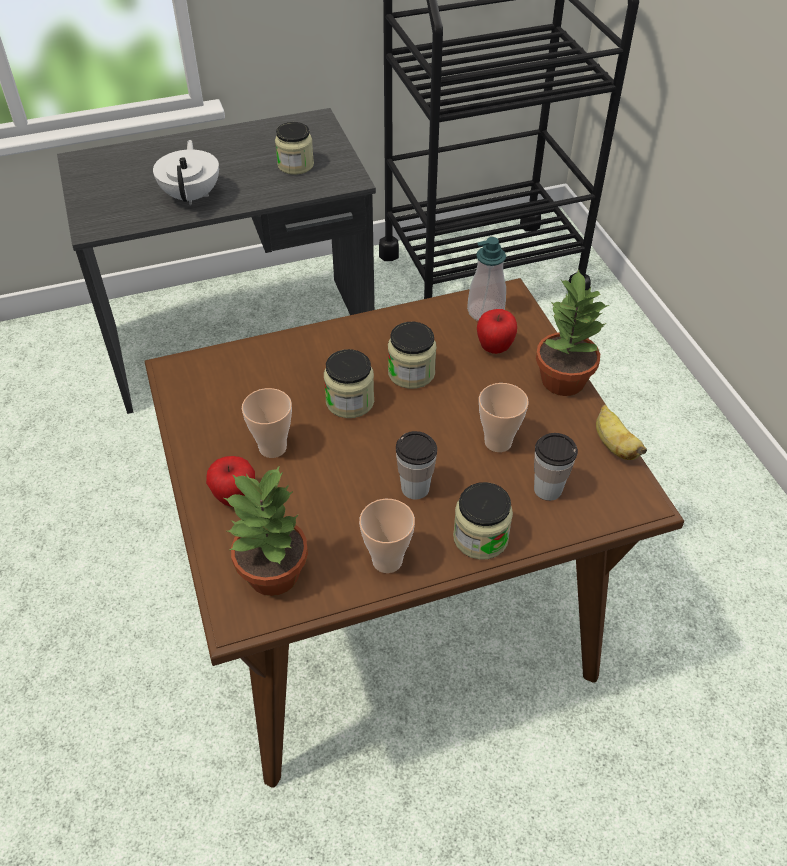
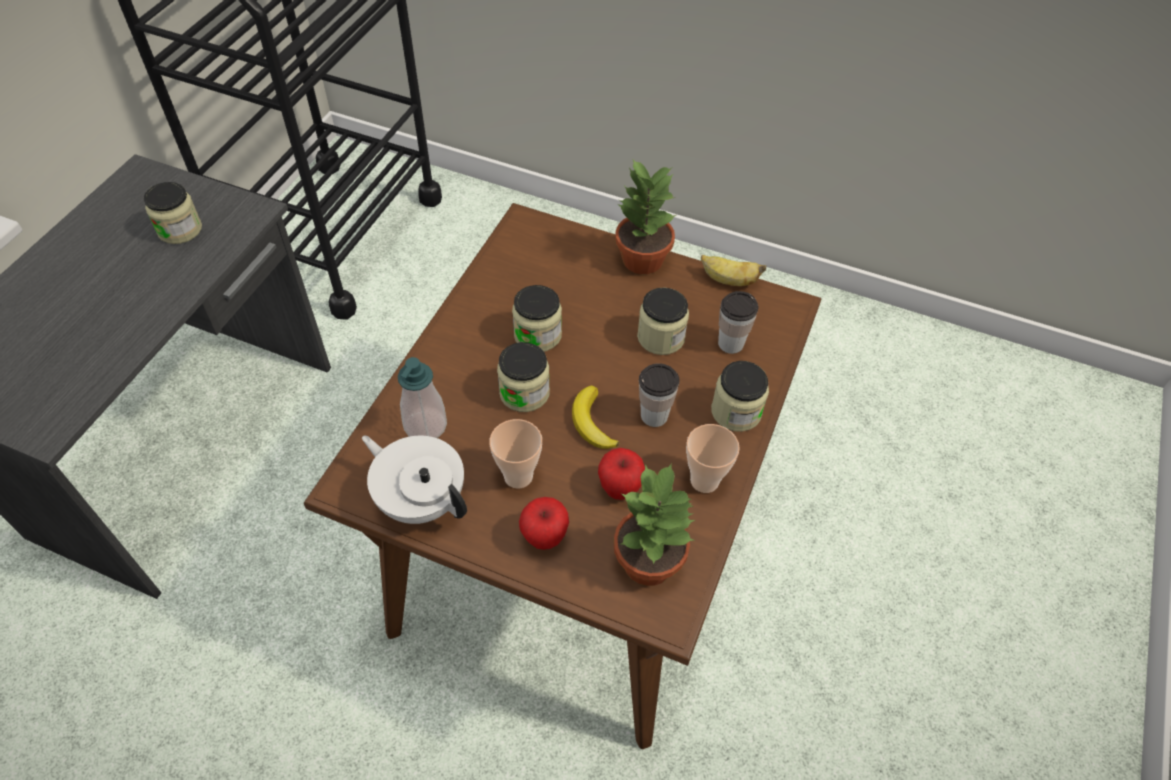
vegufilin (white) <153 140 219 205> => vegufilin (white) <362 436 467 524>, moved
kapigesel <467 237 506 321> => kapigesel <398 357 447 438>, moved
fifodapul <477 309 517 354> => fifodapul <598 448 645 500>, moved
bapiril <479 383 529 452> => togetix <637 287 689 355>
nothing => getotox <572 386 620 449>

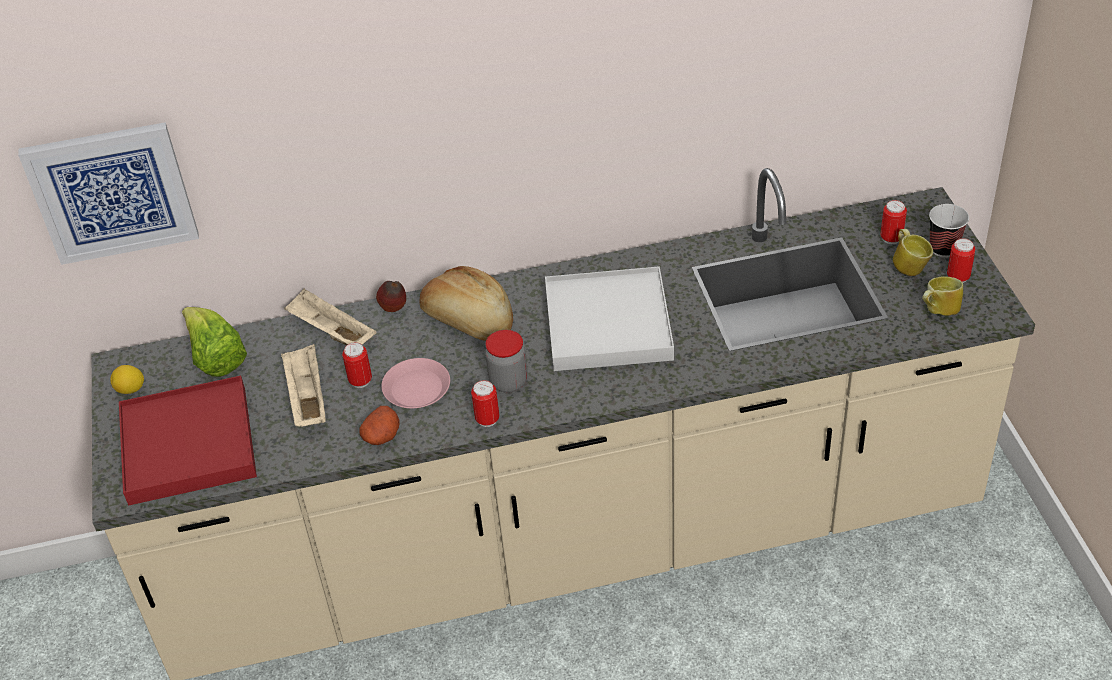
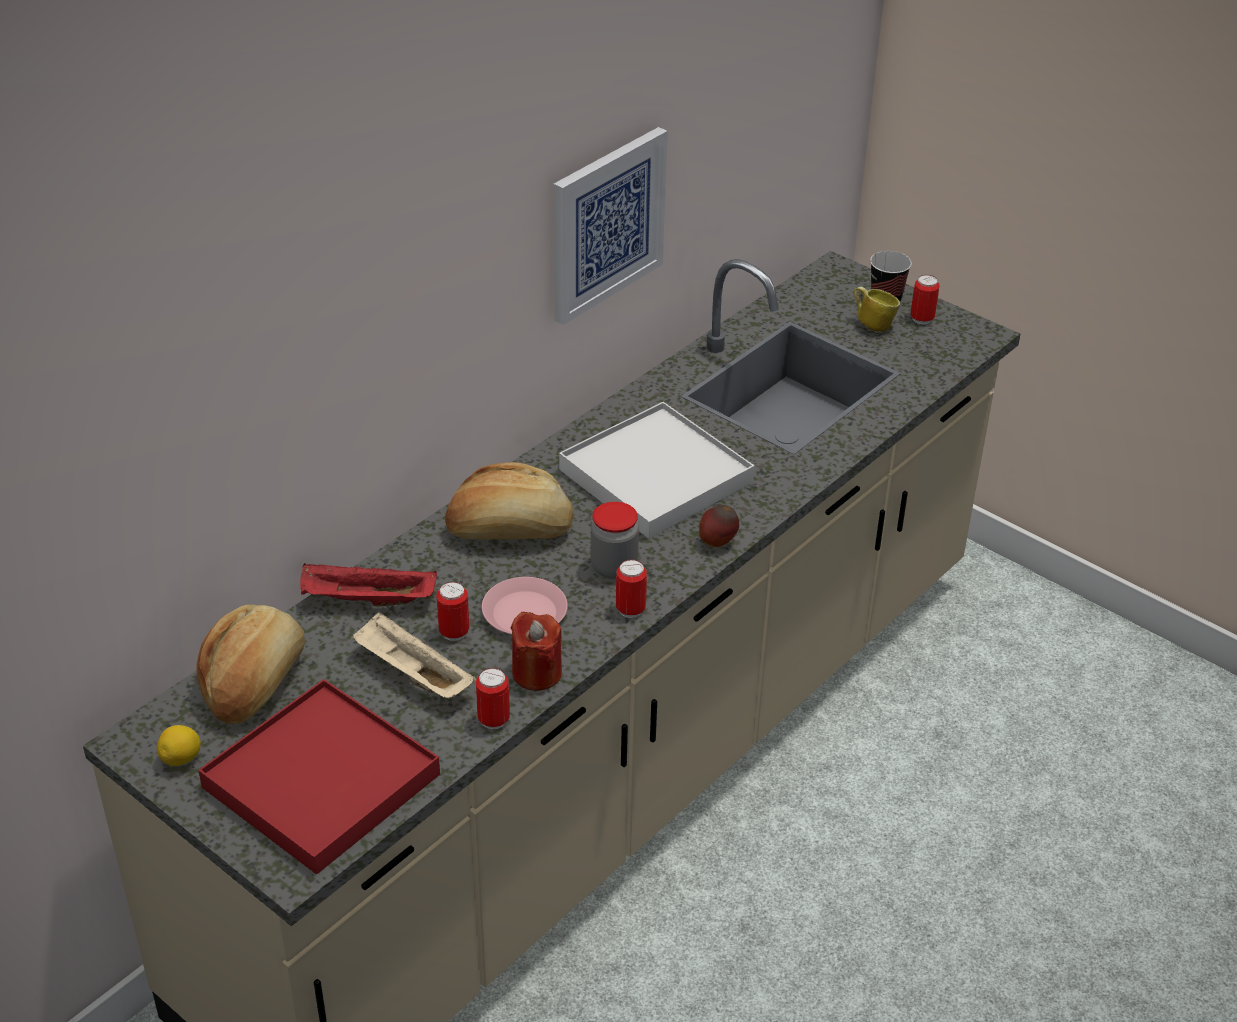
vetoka <18 122 199 265> => vetoka <553 127 668 325>, moved
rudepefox <182 307 247 377> => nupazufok <197 605 305 724>
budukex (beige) <284 288 377 345> => budukex (red) <300 563 437 606>
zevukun <360 406 400 445> => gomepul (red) <511 612 562 691>
fifodapul <376 281 406 312> => fifodapul <699 505 739 547>, moved
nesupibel <880 200 907 244> => nesupibel <476 668 510 729>, moved
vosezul <922 277 963 316> => nothing

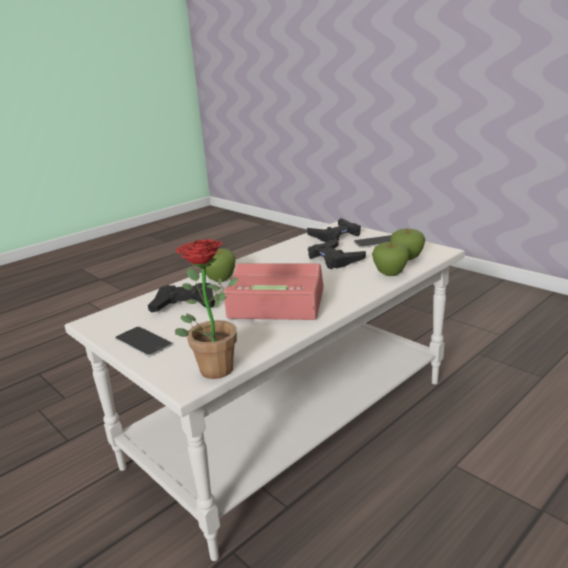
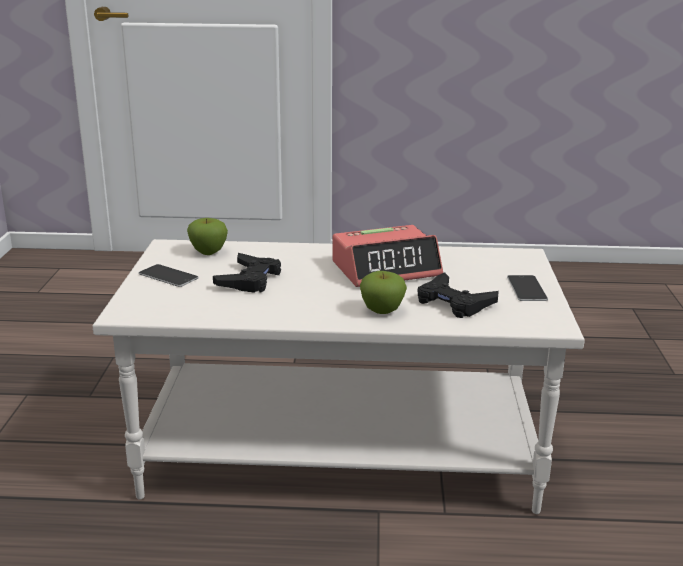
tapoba <175 239 239 379> => nothing
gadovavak <224 264 323 320> => gadovavak <332 225 443 287>, 75 degrees counterclockwise
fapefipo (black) <307 218 361 242> => nothing
fifodapul <372 242 409 276> => nothing

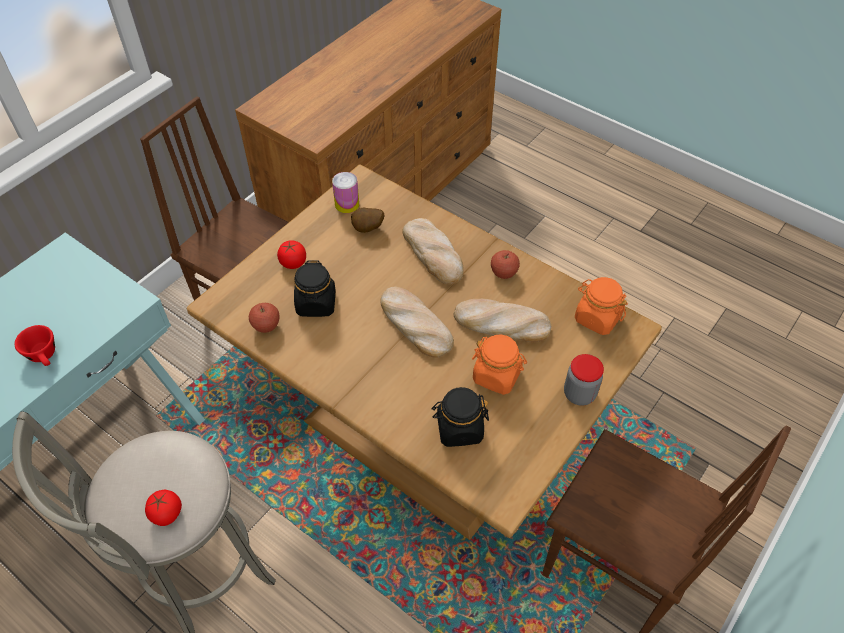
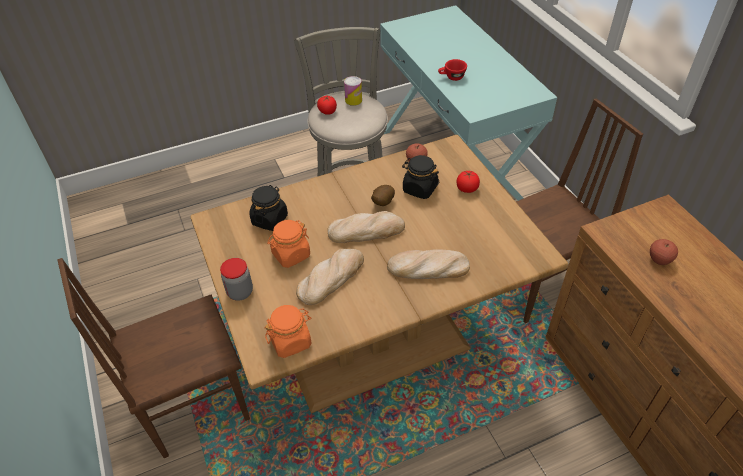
nesupibel <332 172 359 213> => nesupibel <344 76 362 106>, moved
zevukun <351 208 384 233> => zevukun <371 185 395 206>, moved
fifodapul <491 250 520 279> => fifodapul <650 239 678 265>, moved

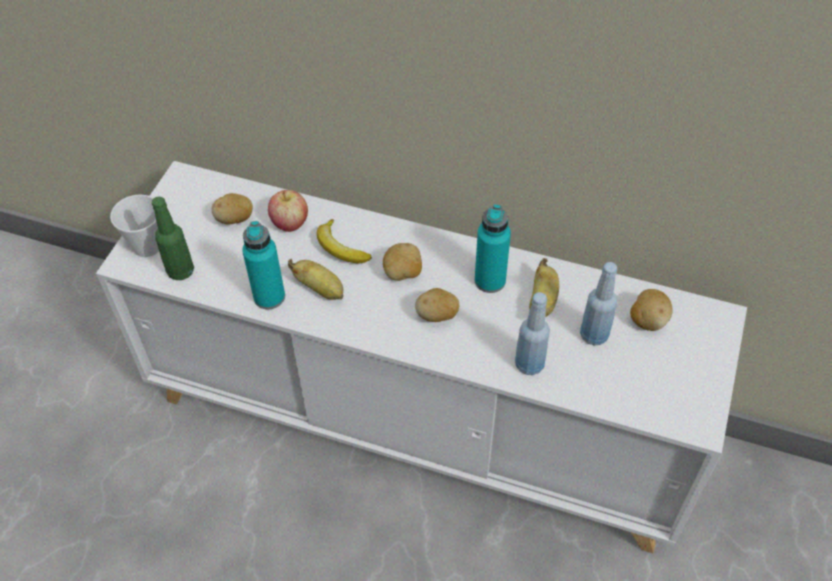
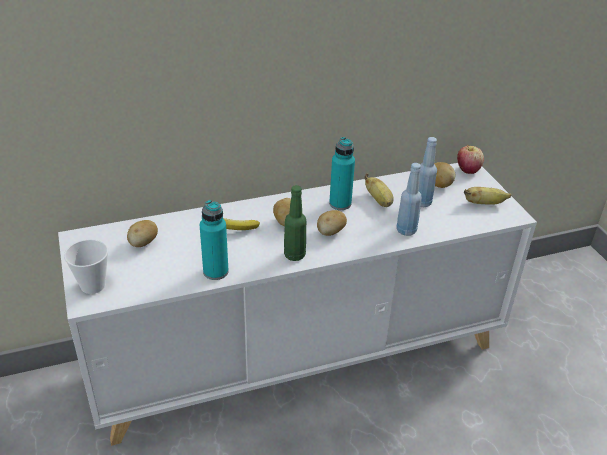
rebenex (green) <152 197 194 280> => rebenex (green) <284 185 307 261>, moved
fifodapul <268 190 308 232> => fifodapul <457 145 484 174>, moved
getotox <288 259 343 300> => getotox <464 187 511 205>, moved

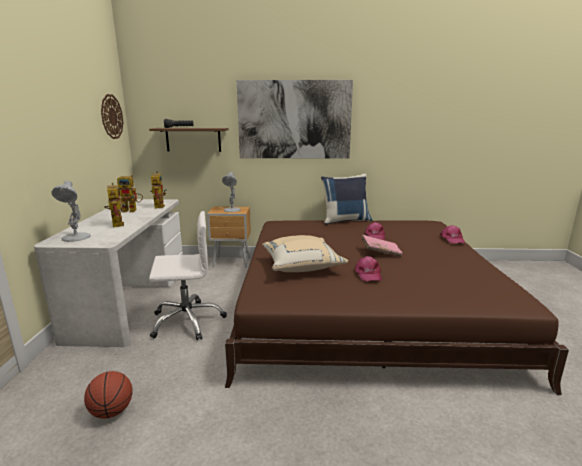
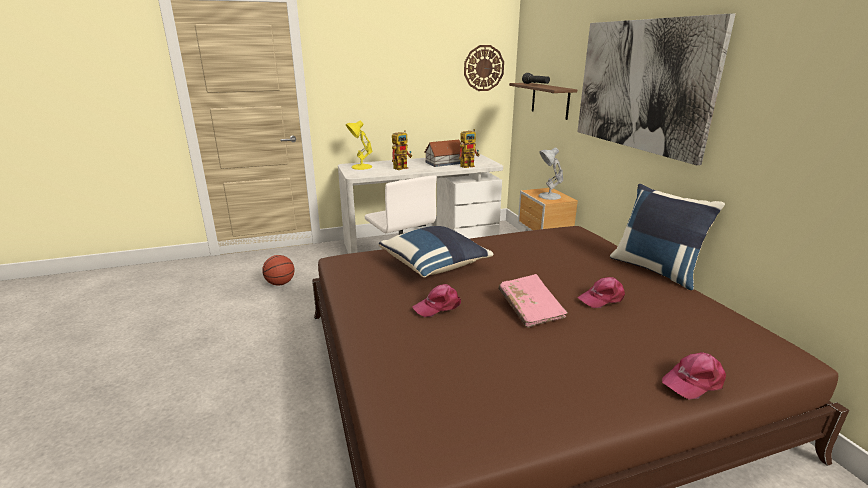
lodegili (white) <51 180 91 242> => lodegili (yellow) <346 121 372 170>
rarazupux <117 175 143 212> => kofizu <424 140 461 167>
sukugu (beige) <262 235 348 272> => sukugu (blue) <379 226 494 278>

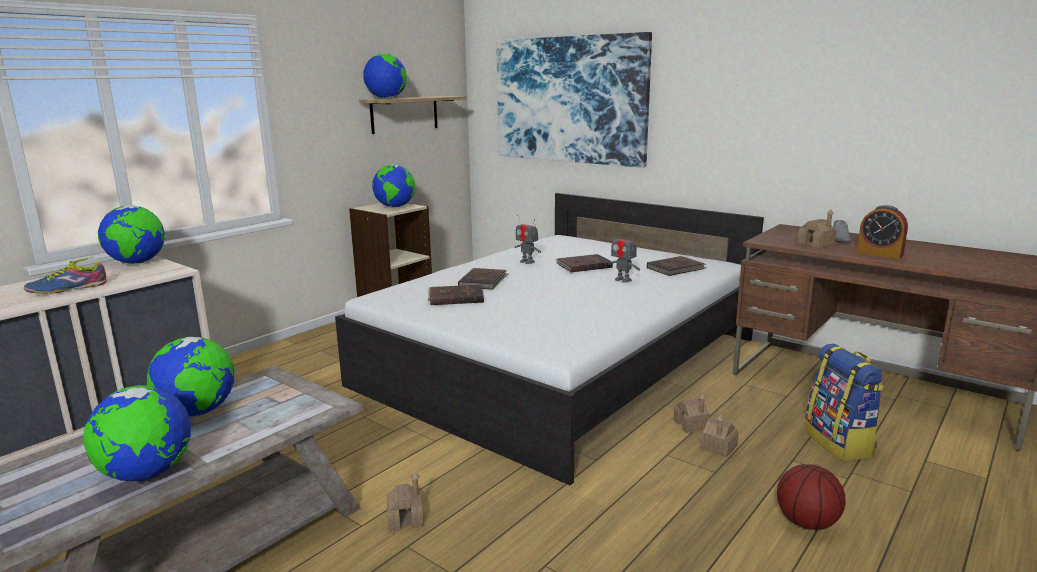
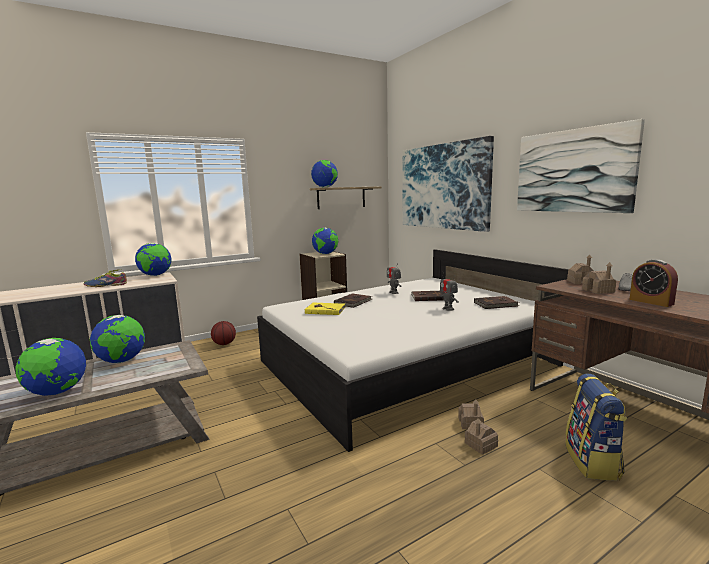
kofizu <386 472 423 532> => kofizu <567 254 594 284>, moved
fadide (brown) <428 285 484 305> => fadide (yellow) <305 303 346 315>
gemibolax <777 464 846 530> => gemibolax <211 321 236 345>, moved
nothing => vetoka <517 119 645 213>

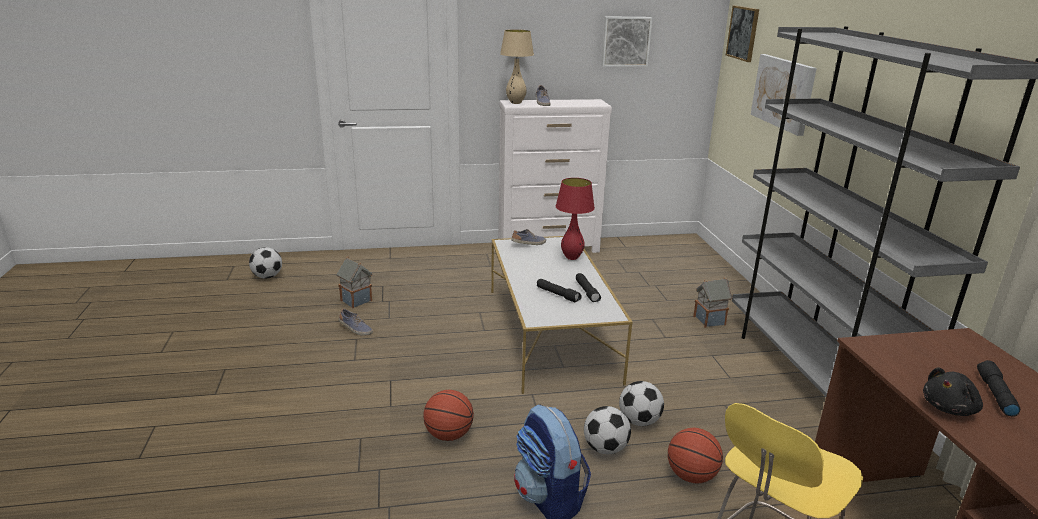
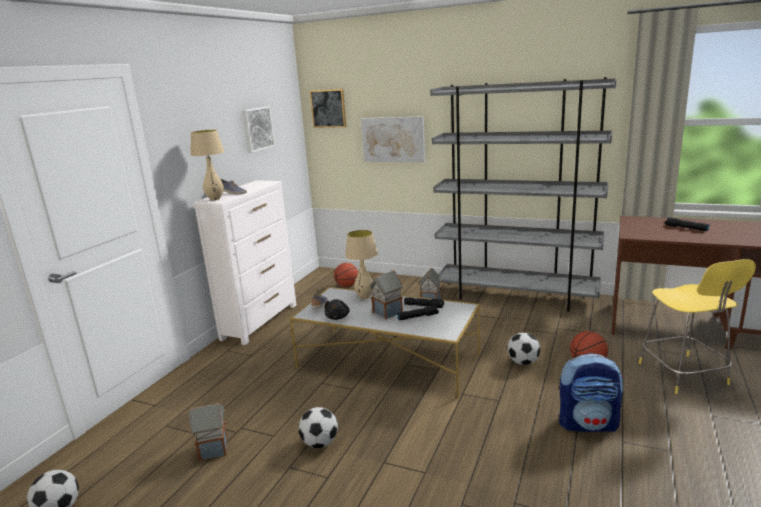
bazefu <339 309 373 335> => nothing
gemibolax <423 390 474 441> => gemibolax <334 263 358 287>, moved
lodegili (red) <556 178 595 260> => lodegili (beige) <345 230 378 299>
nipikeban <584 406 631 454> => nipikeban <299 407 338 448>, moved
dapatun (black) <923 367 983 416> => dapatun (black) <324 299 350 320>, moved
nothing => kofizu <369 270 403 320>

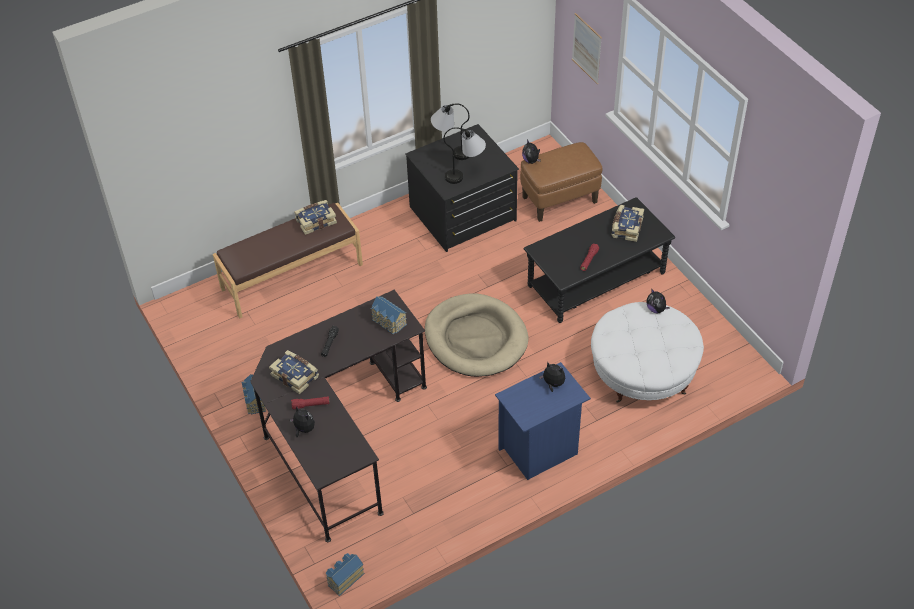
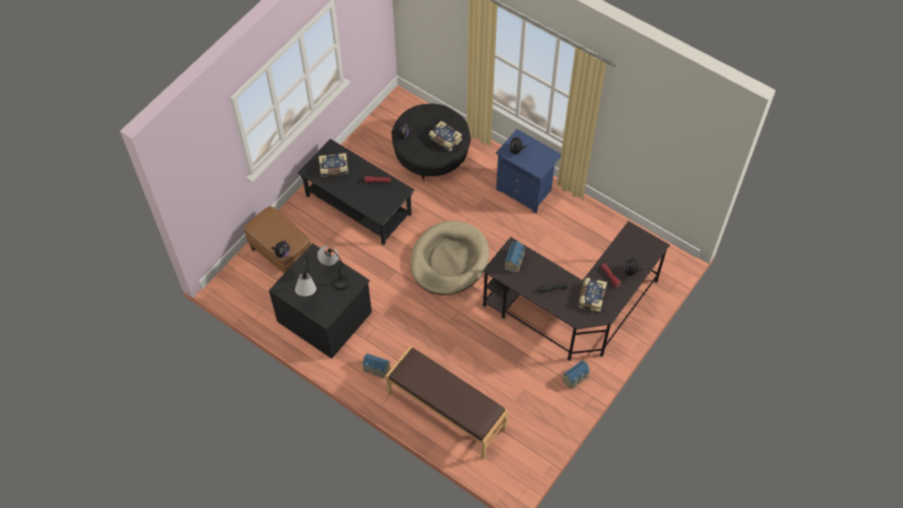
fadide <294 200 337 235> => fadide <429 121 462 151>, moved
kofizu <325 553 365 596> => kofizu <362 353 390 378>, moved
vetoka <572 13 602 84> => nothing
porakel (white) <591 302 704 402> => porakel (black) <392 104 471 182>

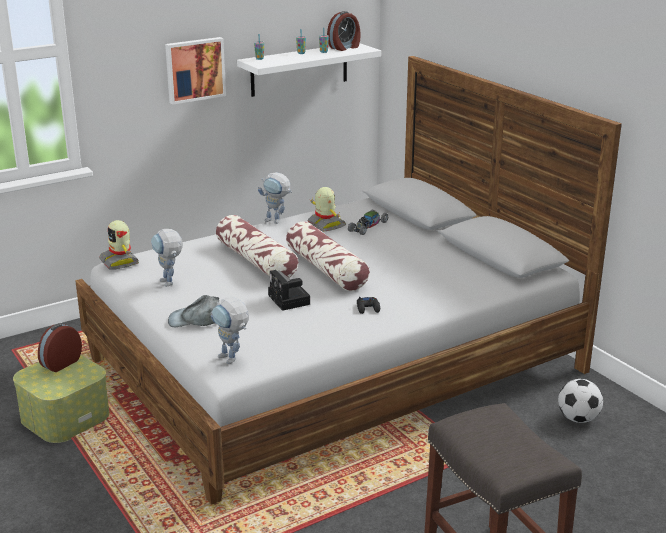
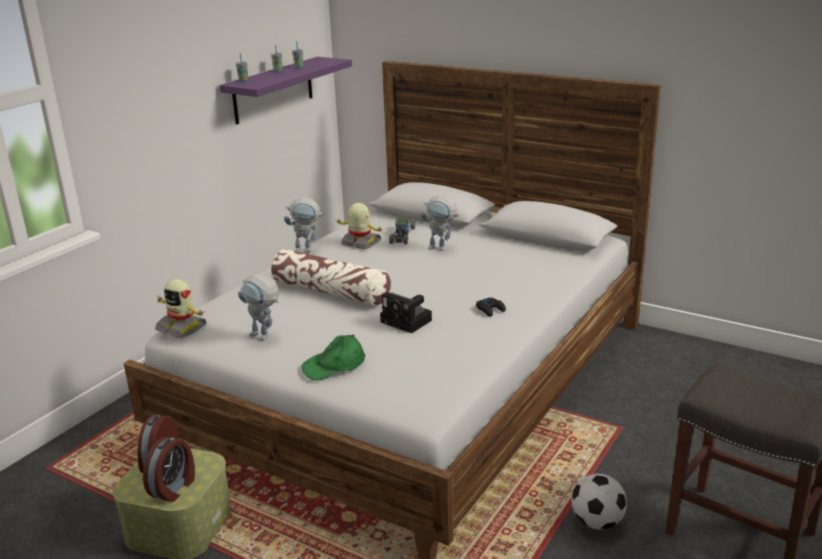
vetoka <165 37 226 105> => nothing
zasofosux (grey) <168 295 219 327> => zasofosux (green) <301 335 365 381>
rarazupux <211 297 249 364> => rarazupux <421 195 460 251>, moved
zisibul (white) <237 43 381 97> => zisibul (purple) <220 57 352 125>
sukugu <286 221 370 291> => nothing
gadovavak <327 11 361 51> => gadovavak <143 437 195 502>, moved
nipikeban <558 379 603 423> => nipikeban <572 474 627 530>, moved

